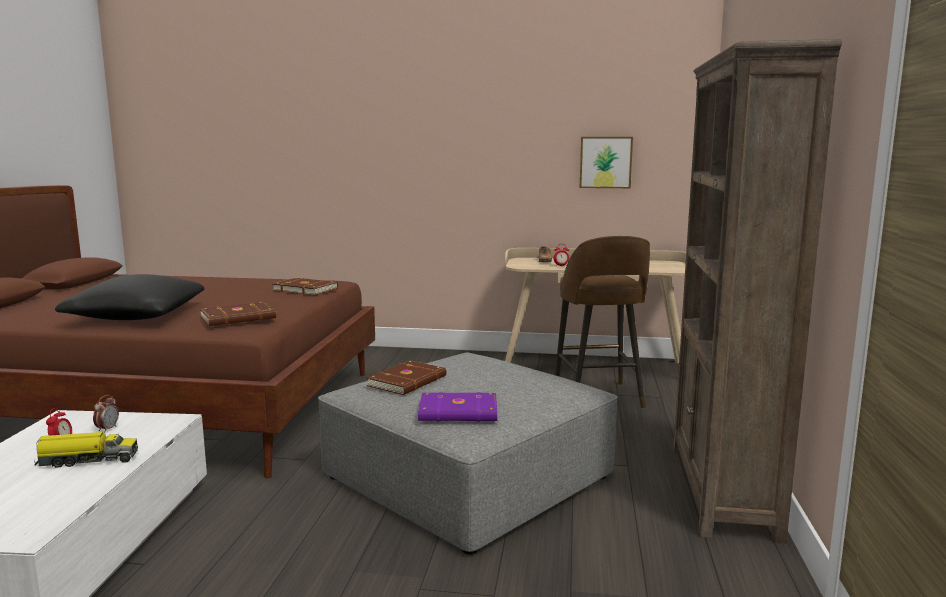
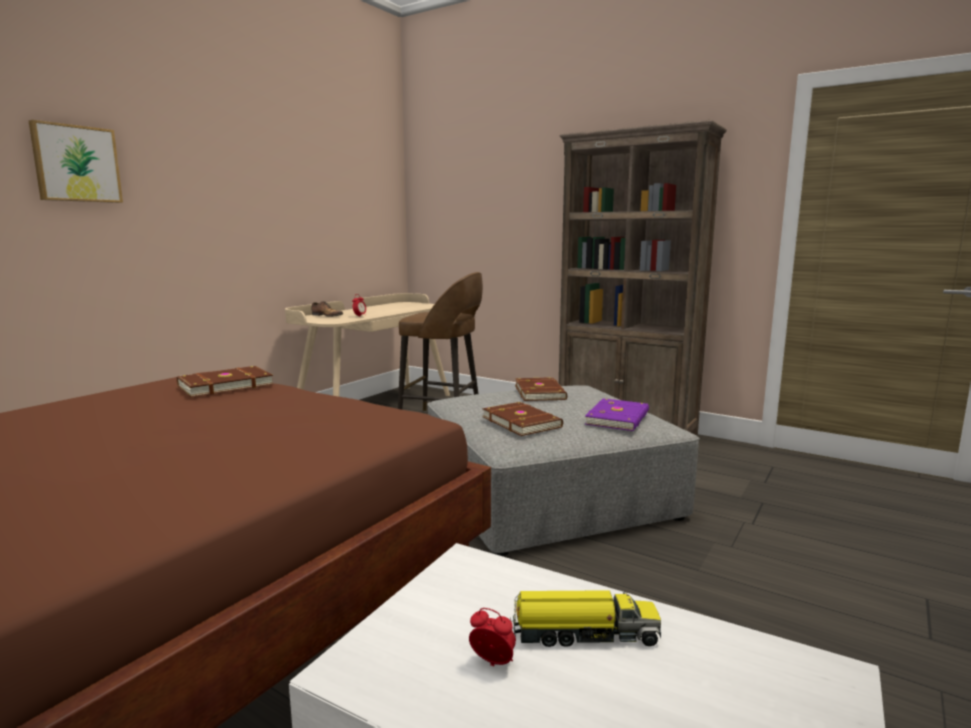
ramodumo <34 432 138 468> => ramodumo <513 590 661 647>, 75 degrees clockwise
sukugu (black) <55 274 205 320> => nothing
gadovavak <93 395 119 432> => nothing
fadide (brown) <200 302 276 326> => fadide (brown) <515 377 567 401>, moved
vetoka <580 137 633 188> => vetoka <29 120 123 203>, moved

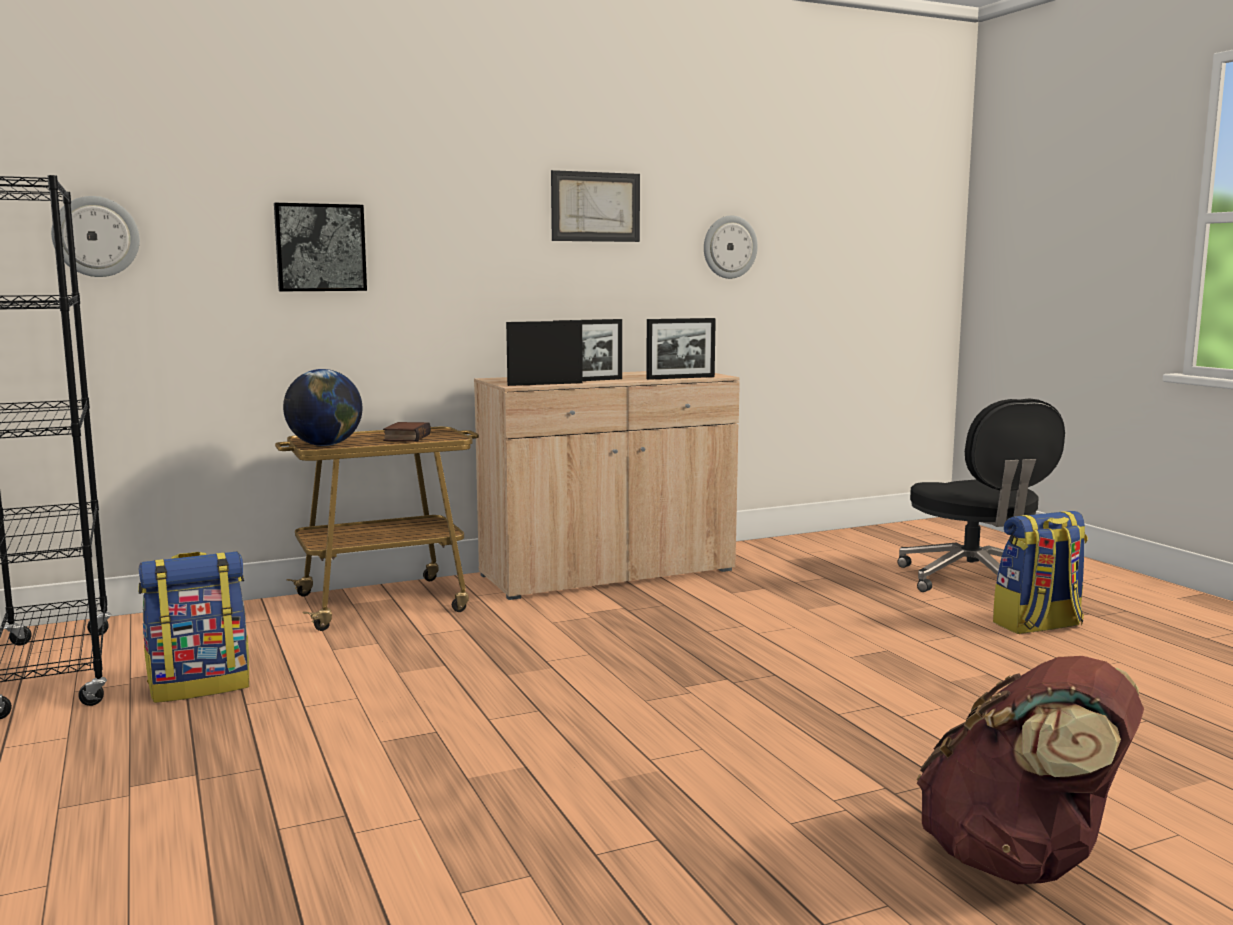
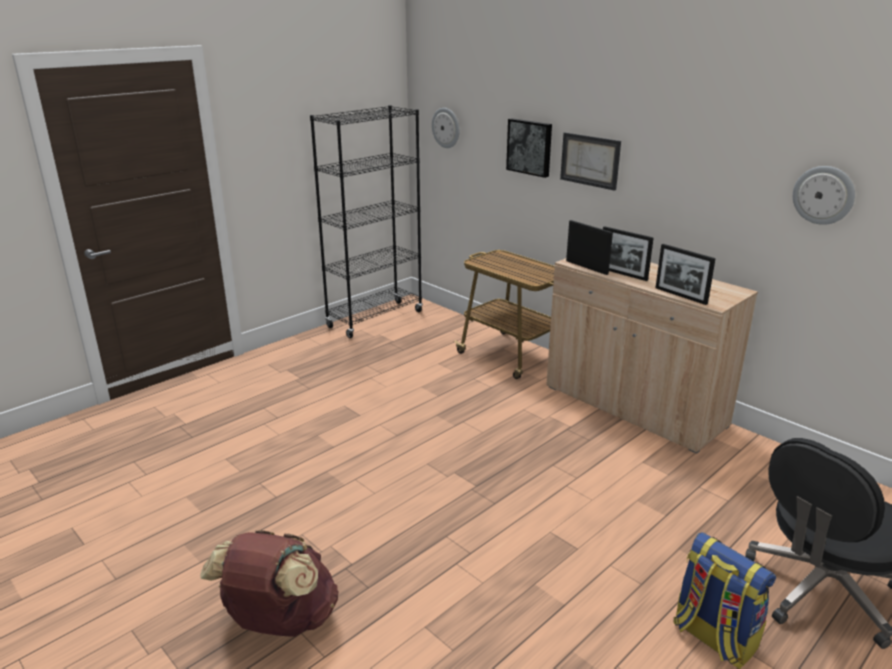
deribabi <138 552 249 703> => nothing
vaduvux <283 369 362 446> => nothing
fadide <383 422 431 442> => nothing
vetoka <551 170 640 242> => vetoka <560 133 621 191>, moved

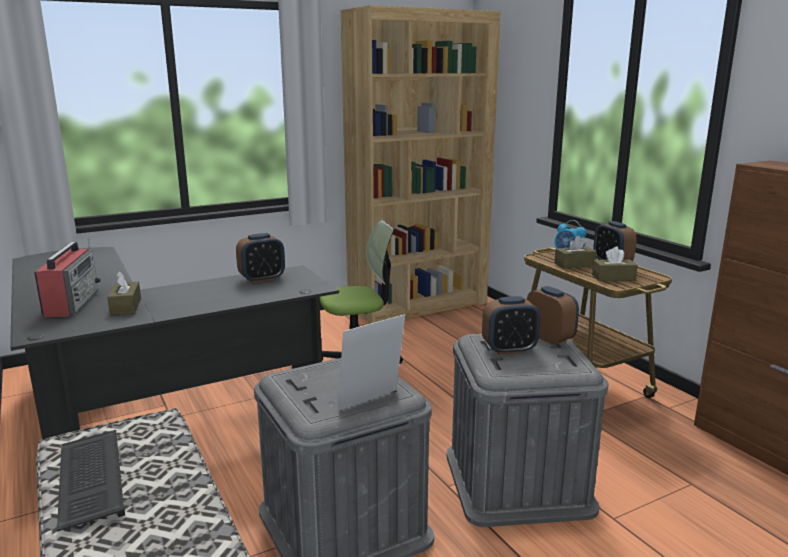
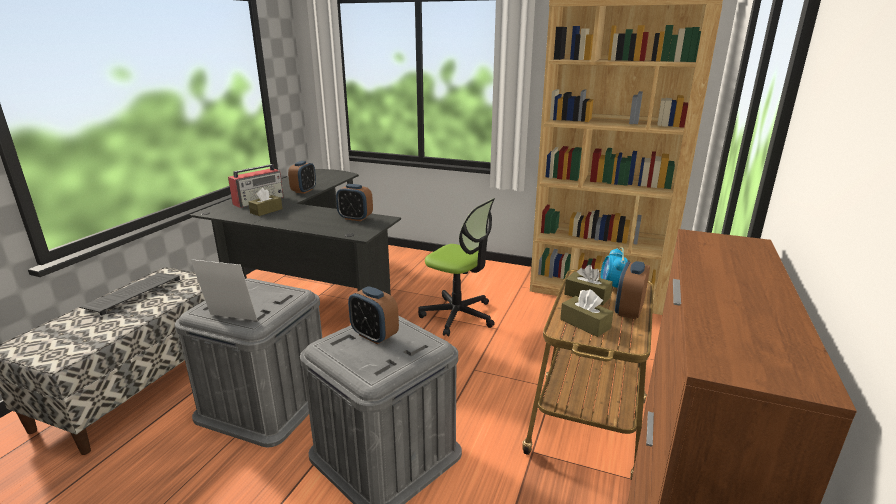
gadovavak <527 286 579 345> => gadovavak <288 161 316 194>, moved

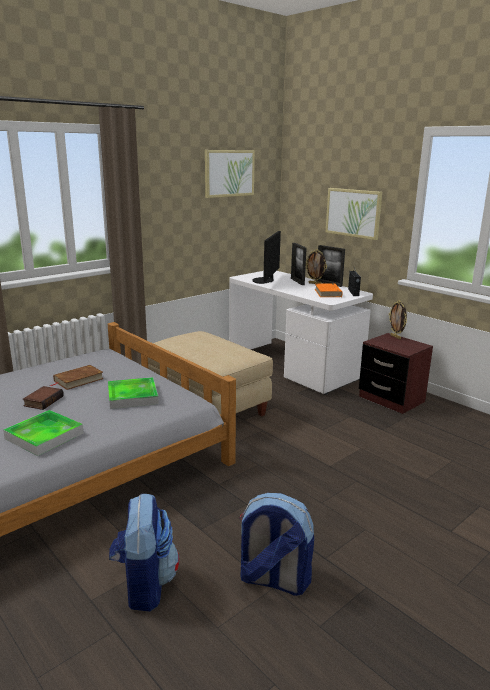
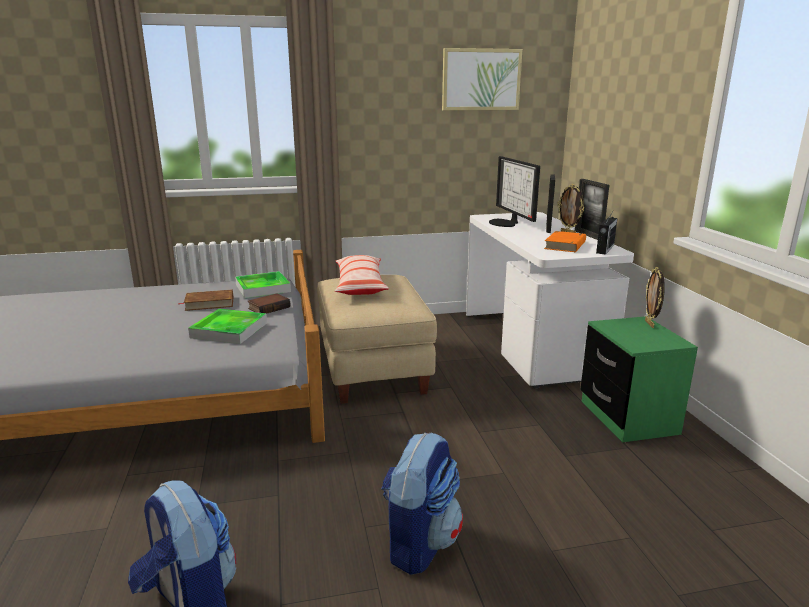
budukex <3 410 84 456> => budukex <235 271 291 298>, moved
fadide <23 386 64 410> => fadide <248 294 290 314>, moved
deribabi <109 493 179 612> => deribabi <381 432 463 575>, moved
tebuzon <252 231 281 284> => tebuzon <489 156 540 227>, 60 degrees counterclockwise
vetoka <326 188 382 240> => nothing
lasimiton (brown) <359 333 433 414> => lasimiton (green) <580 316 698 442>
nothing => sukugu <335 255 389 295>

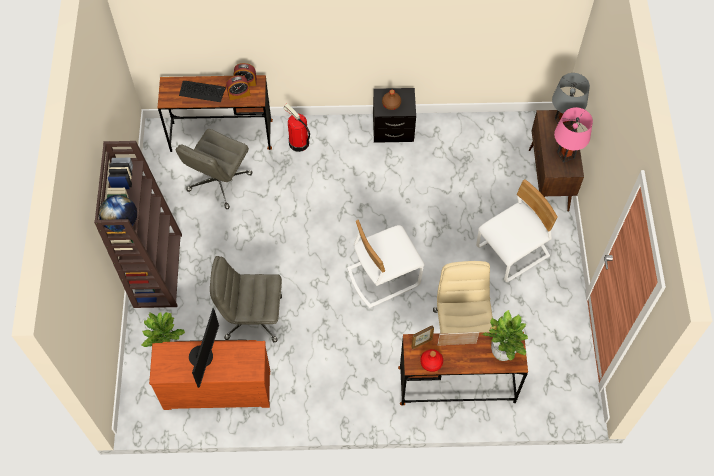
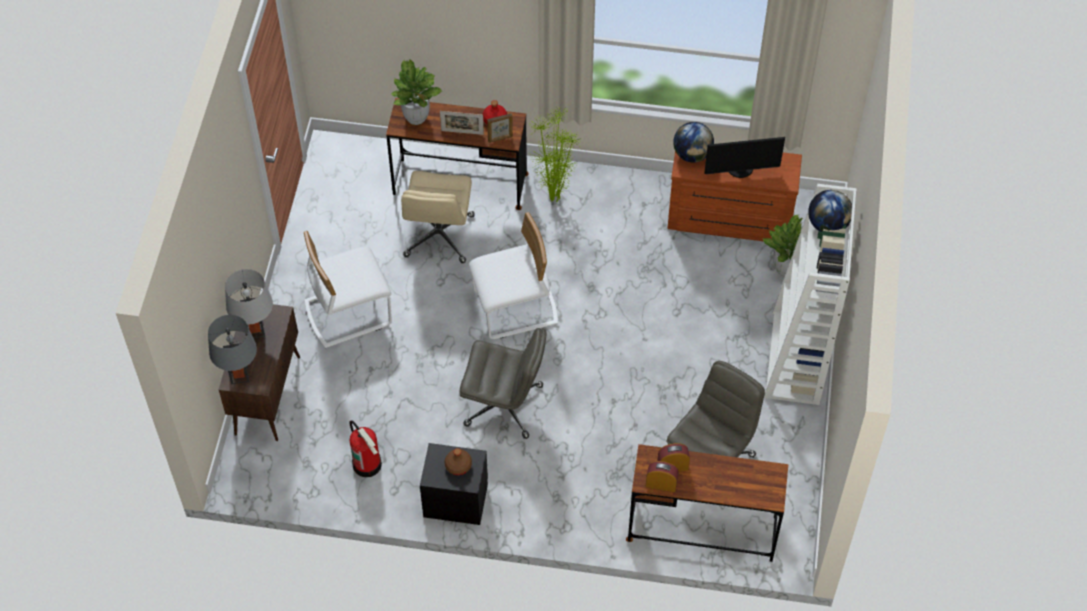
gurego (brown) <94 141 182 308> => gurego (white) <764 184 857 405>
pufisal <179 81 226 102> => nothing
tebuzon <189 308 219 388> => tebuzon <704 137 785 178>, 120 degrees counterclockwise
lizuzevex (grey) <210 256 282 342> => lizuzevex (grey) <459 328 547 439>, moved
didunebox <283 104 310 152> => didunebox <349 420 382 477>, moved
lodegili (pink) <554 107 593 163> => lodegili (grey) <225 269 273 338>
nothing => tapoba <528 106 581 202>
nothing => vaduvux <673 122 714 163>

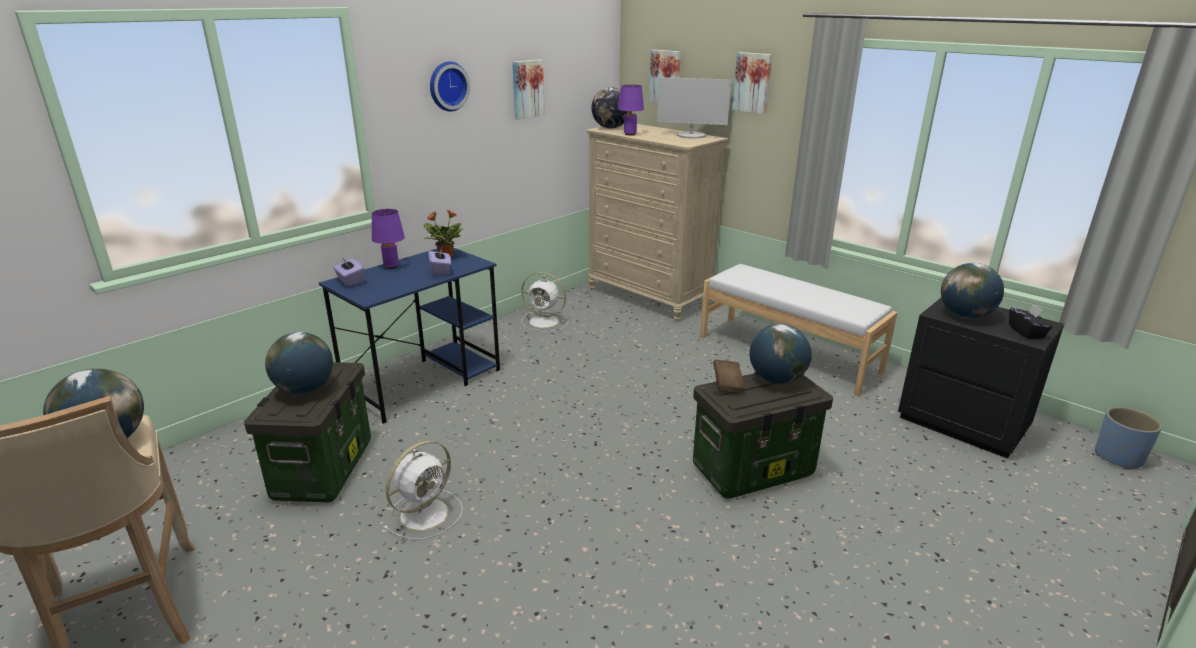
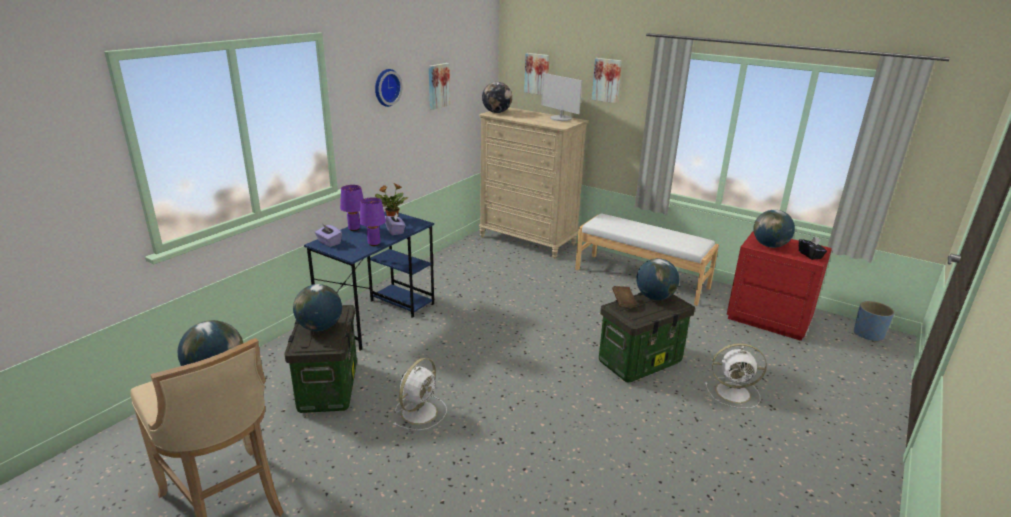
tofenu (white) <521 272 569 332> => tofenu (white) <705 343 767 409>, moved
lodegili (purple) <618 85 644 135> => lodegili (purple) <359 197 386 246>, moved
tebuzon <657 77 731 139> => tebuzon <541 73 582 121>, 45 degrees clockwise
lasimiton (black) <898 297 1064 459> => lasimiton (red) <726 231 832 341>

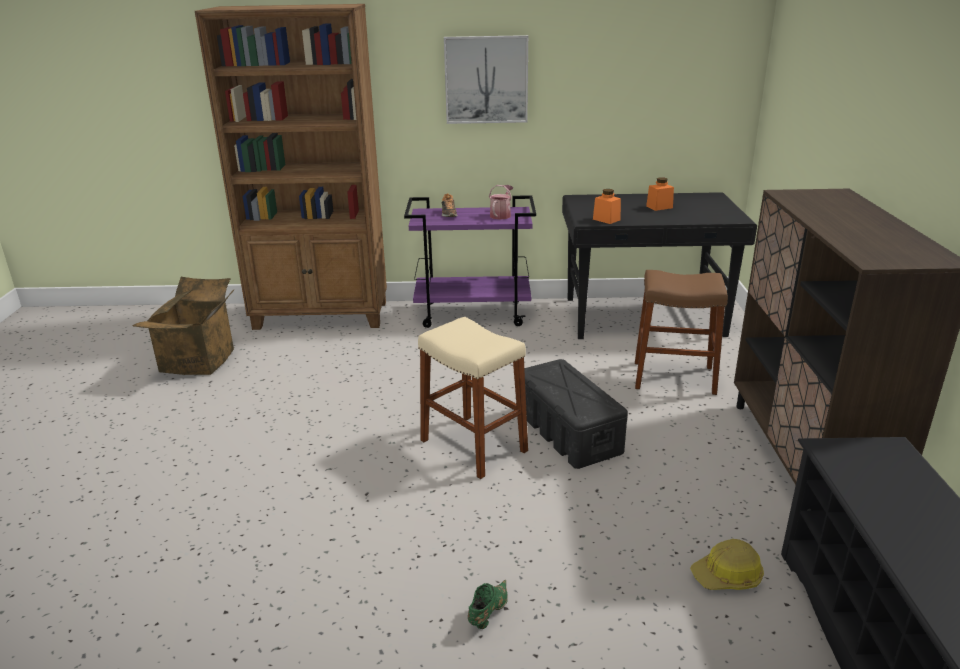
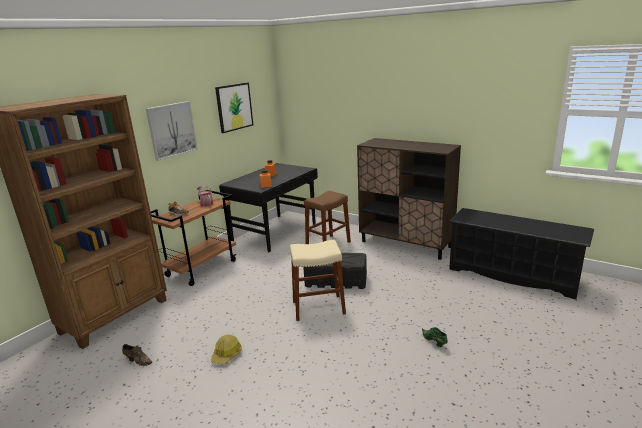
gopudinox <132 277 235 375> => nothing
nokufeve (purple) <404 195 536 328> => nokufeve (brown) <150 190 236 286>
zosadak <690 539 764 590> => zosadak <211 335 242 364>, moved
nothing => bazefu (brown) <122 344 152 366>
nothing => vetoka <215 83 253 133>

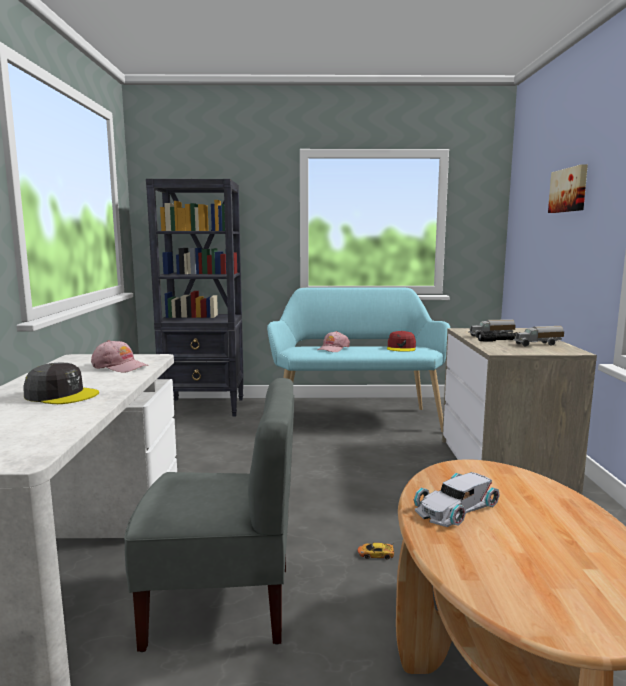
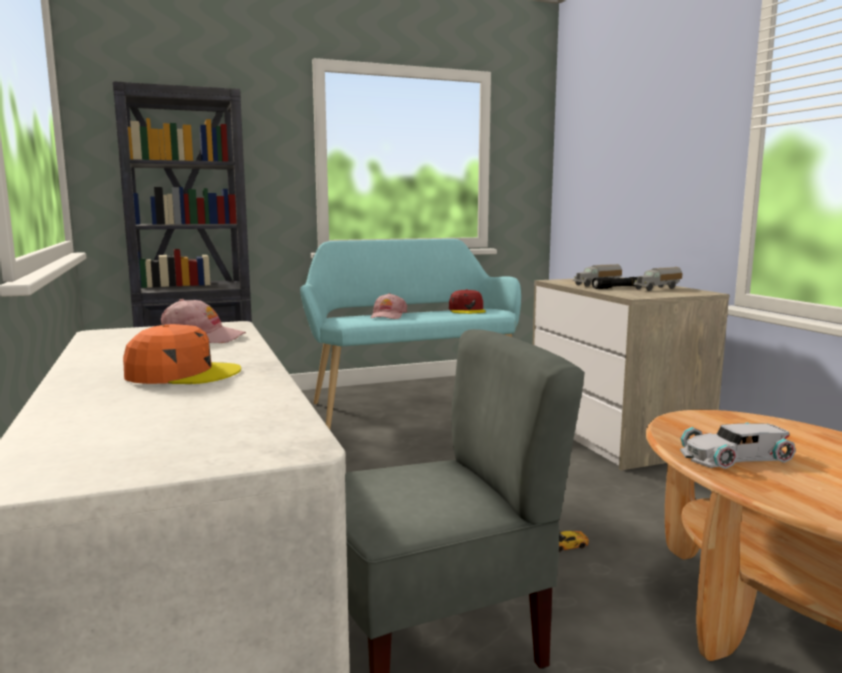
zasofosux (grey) <23 362 99 404> => zasofosux (orange) <123 324 241 384>
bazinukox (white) <414 472 500 527> => bazinukox (white) <680 422 796 469>, 45 degrees clockwise
vetoka <548 164 588 213> => nothing

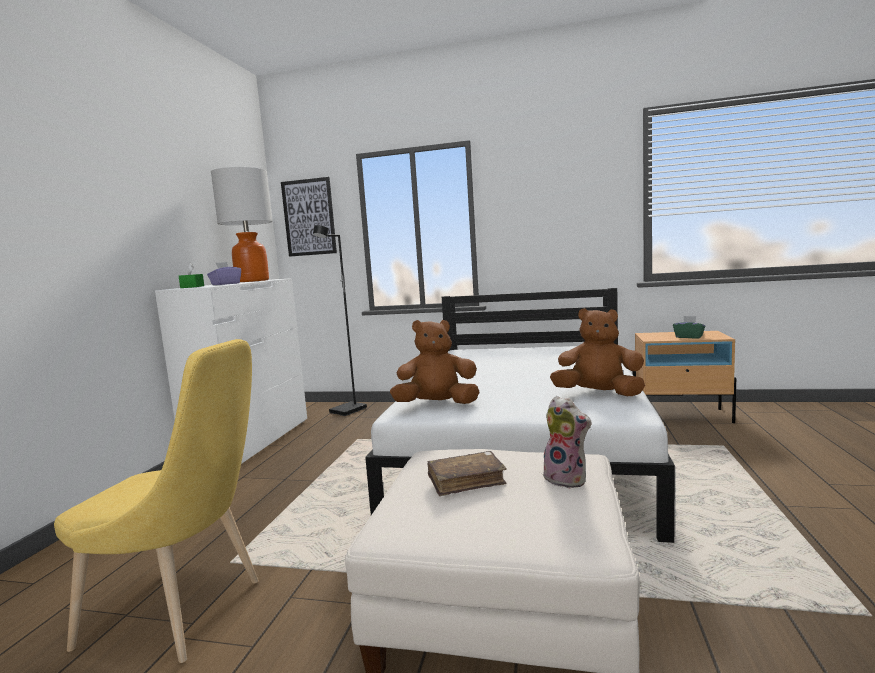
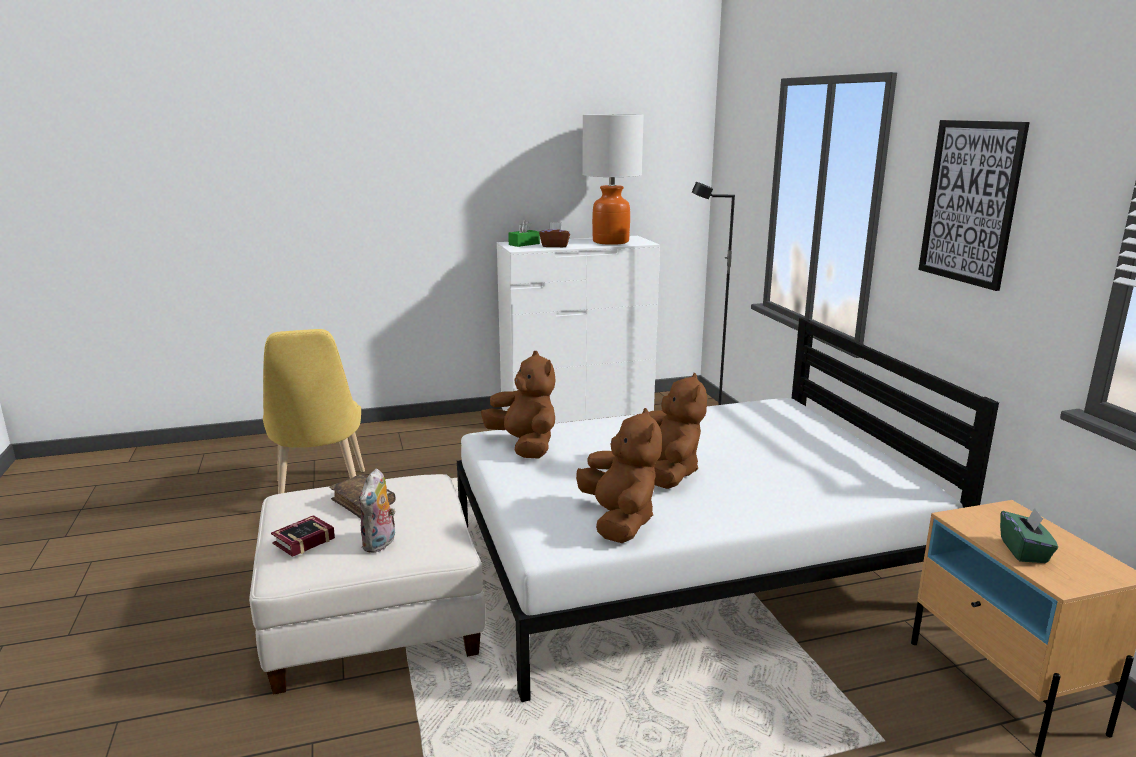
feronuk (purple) <207 262 241 285> => feronuk (brown) <539 222 570 247>
vetoka <281 177 337 257> => vetoka <919 120 1030 291>, moved
nothing => fadide <271 515 335 557>
nothing => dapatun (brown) <649 373 707 489>

